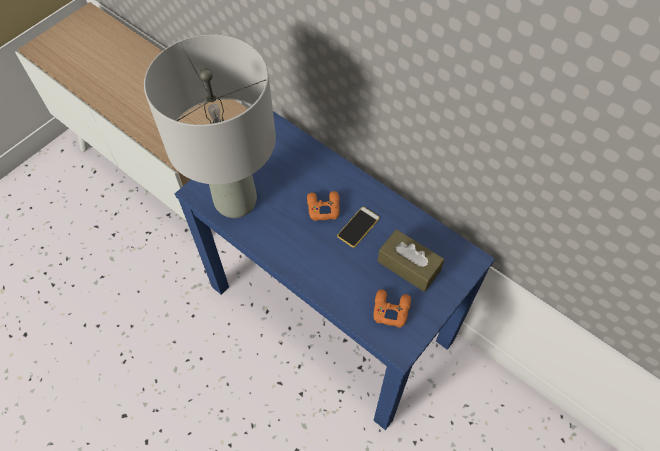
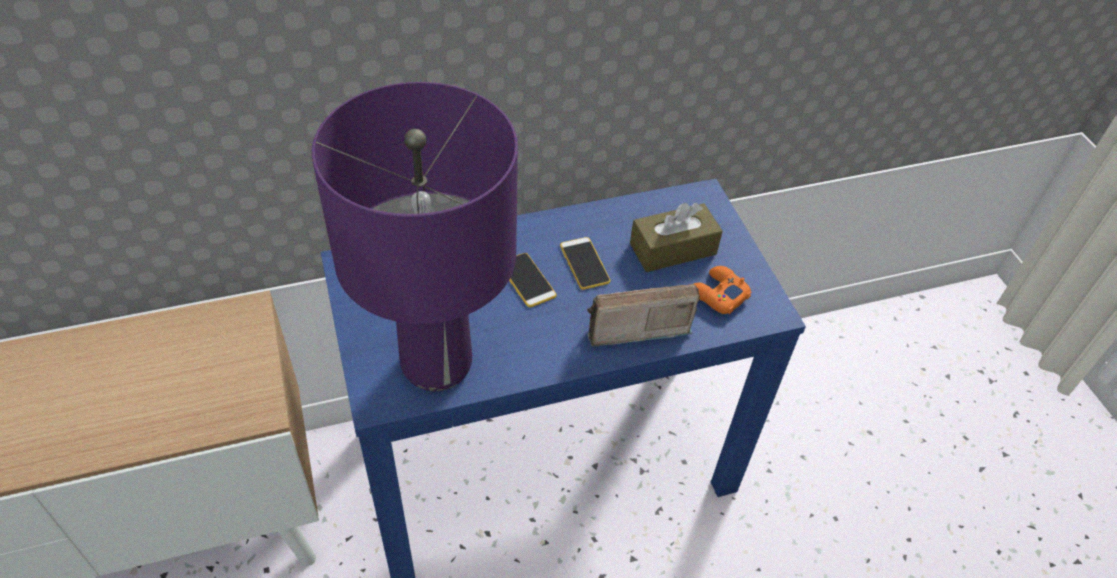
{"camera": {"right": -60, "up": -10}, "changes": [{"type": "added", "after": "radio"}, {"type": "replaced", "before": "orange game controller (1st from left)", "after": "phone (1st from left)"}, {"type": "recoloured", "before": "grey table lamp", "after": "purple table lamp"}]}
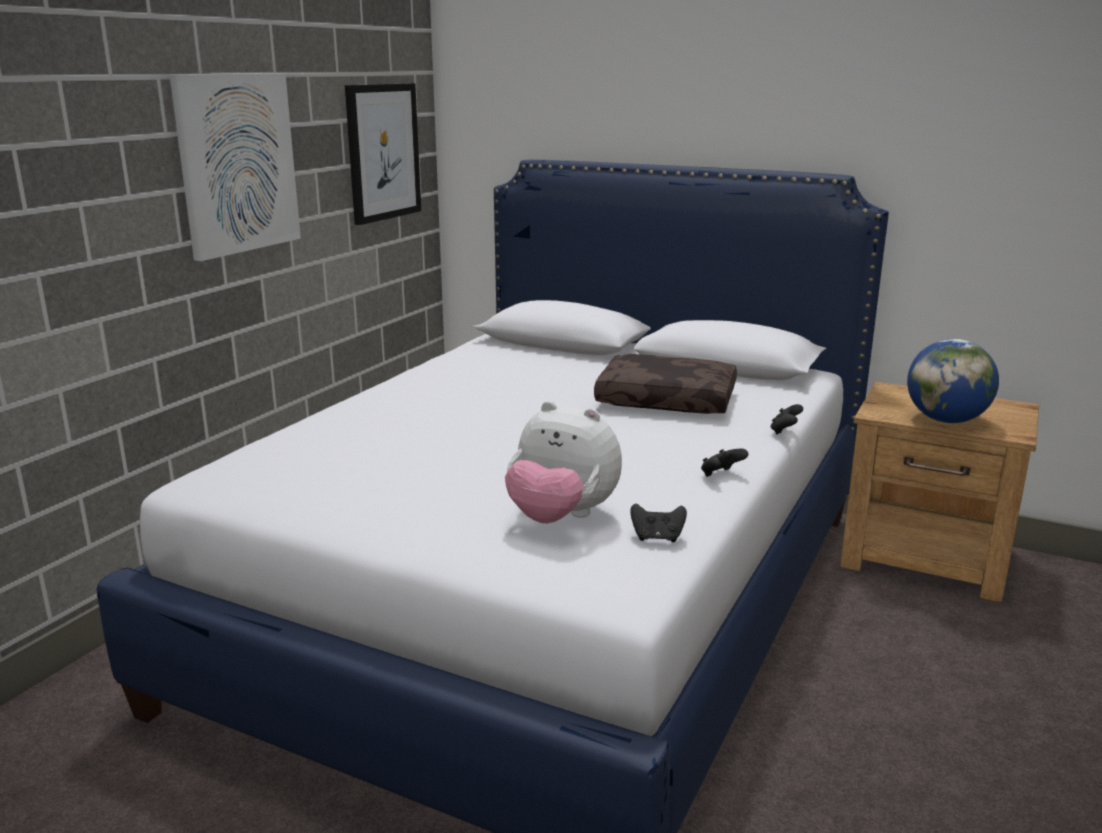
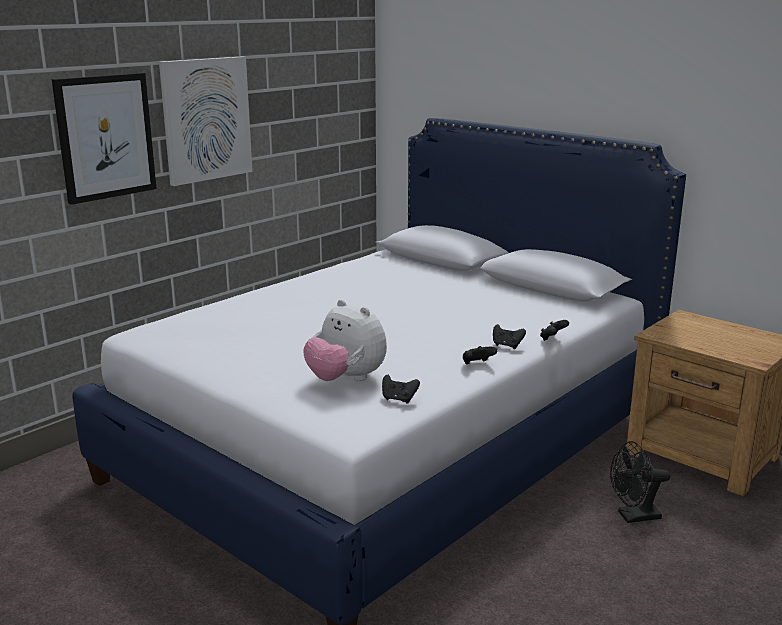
{"camera": {"right": 15, "up": 0}, "changes": [{"type": "removed", "before": "brown pillow"}, {"type": "removed", "before": "globe"}, {"type": "added", "after": "black game controller (3rd from left)"}, {"type": "added", "after": "black fan"}, {"type": "moved", "before": "picture (2nd from left in the first image)", "after": "picture (1st from left)"}]}
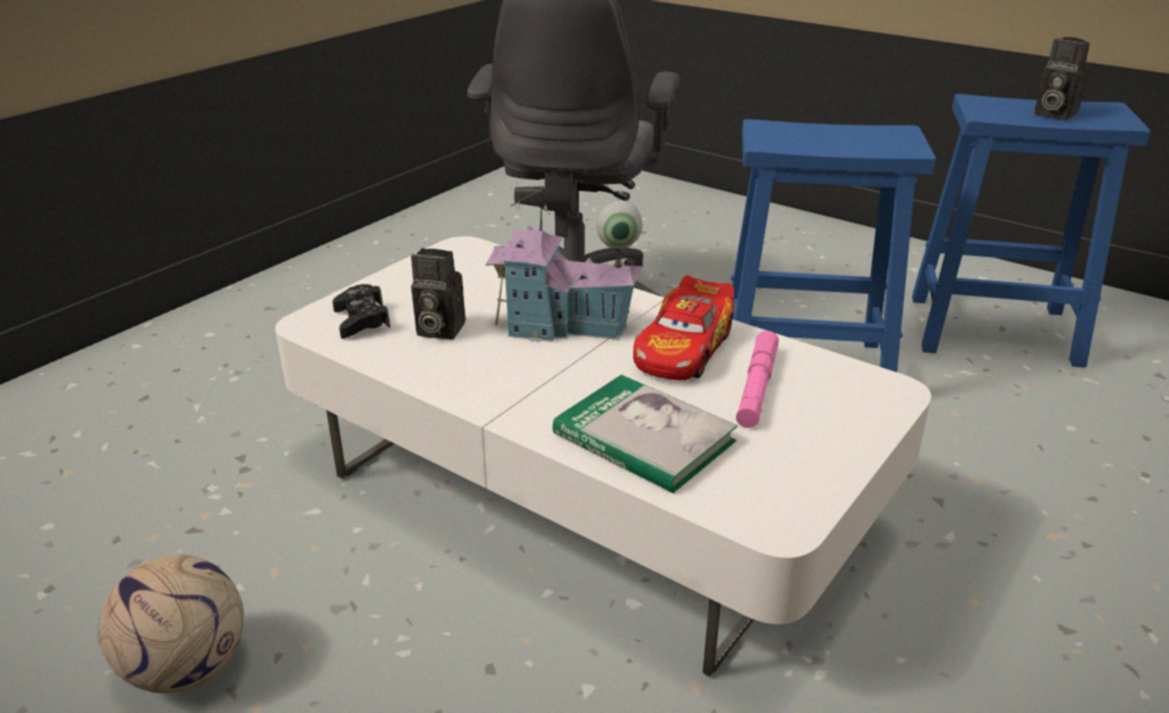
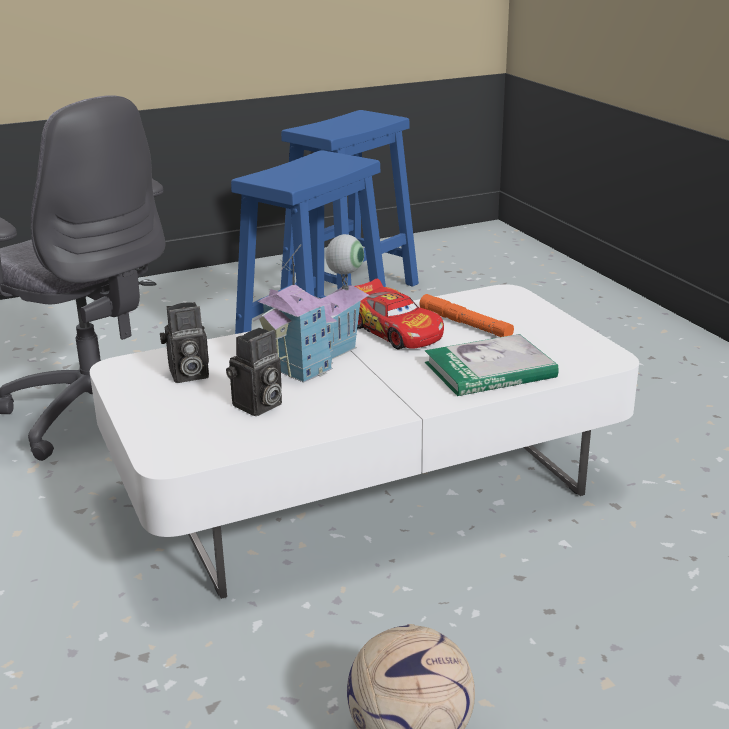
{"camera": {"right": -60, "up": -5}, "changes": [{"type": "removed", "before": "black game controller"}, {"type": "moved", "before": "photo camera (2nd from left in the first image)", "after": "photo camera (1st from left)"}, {"type": "recoloured", "before": "pink flashlight", "after": "orange flashlight"}]}
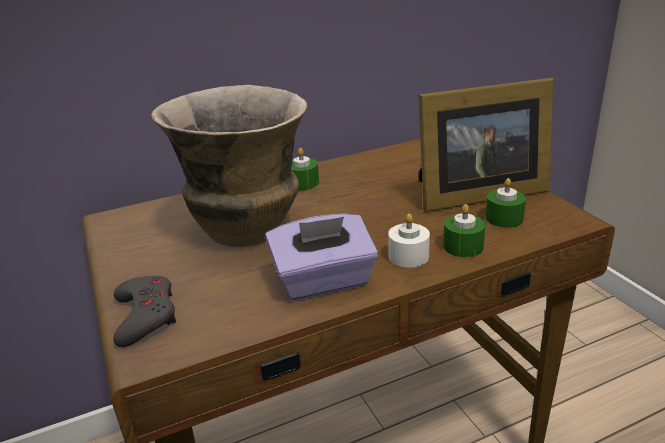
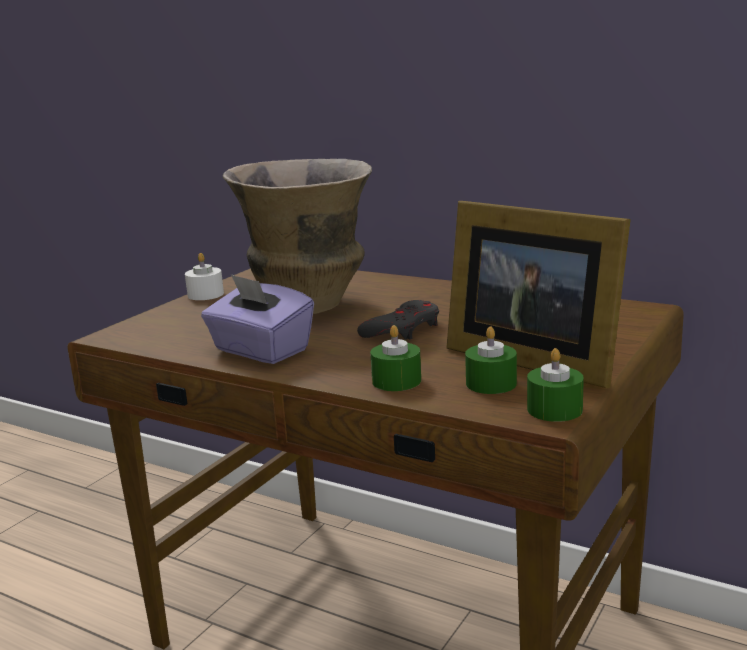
{"camera": {"right": 55, "up": -10}, "changes": [{"type": "moved", "before": "grey game controller"}, {"type": "moved", "before": "green candle (1st from left in the first image)", "after": "green candle (3rd from left)"}, {"type": "moved", "before": "white candle"}]}
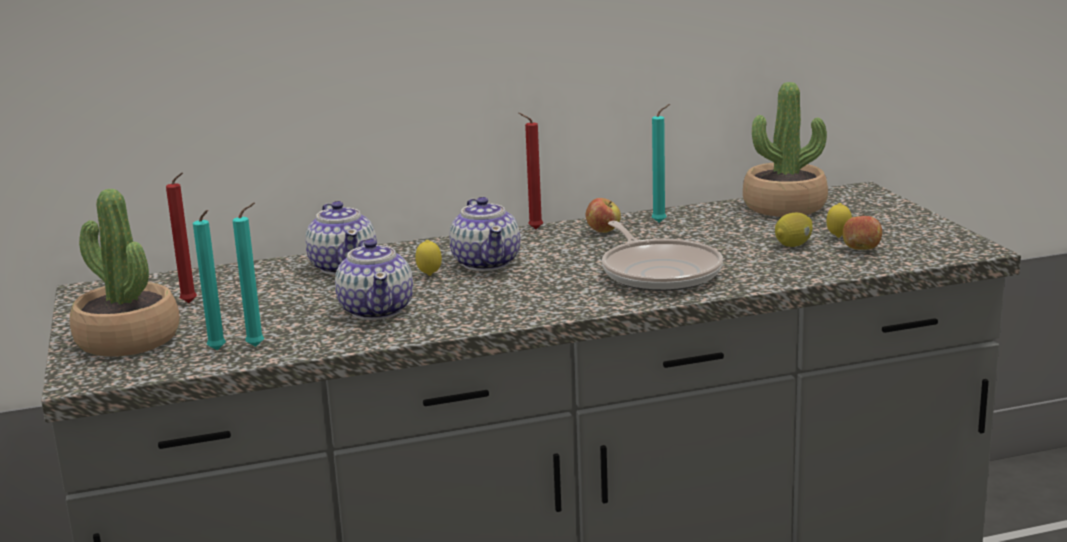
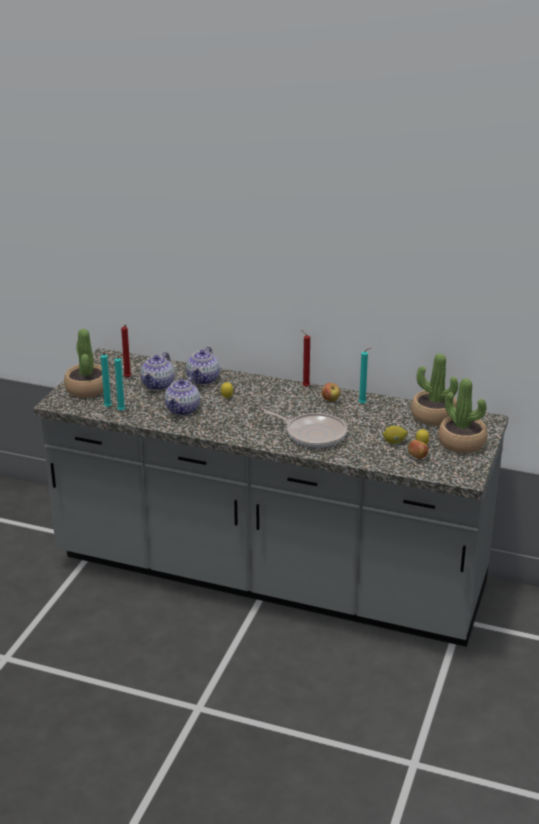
{"camera": {"right": 35, "up": 10}, "changes": [{"type": "added", "after": "potted plant (3rd from left)"}, {"type": "moved", "before": "teapot (3rd from left in the first image)", "after": "teapot (1st from left)"}, {"type": "turned", "before": "frying pan", "turn": -75}]}
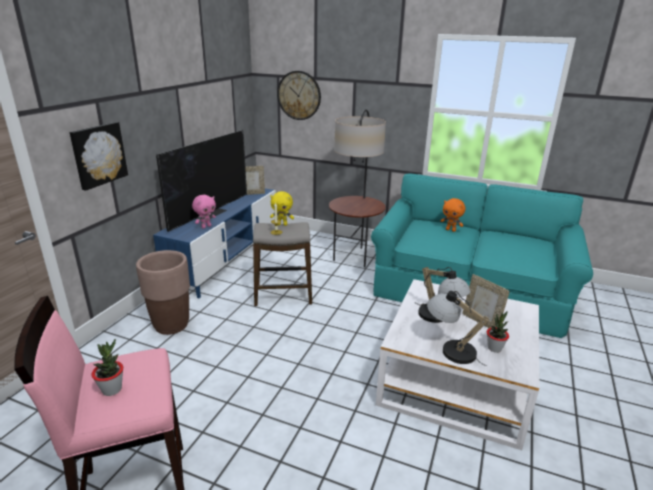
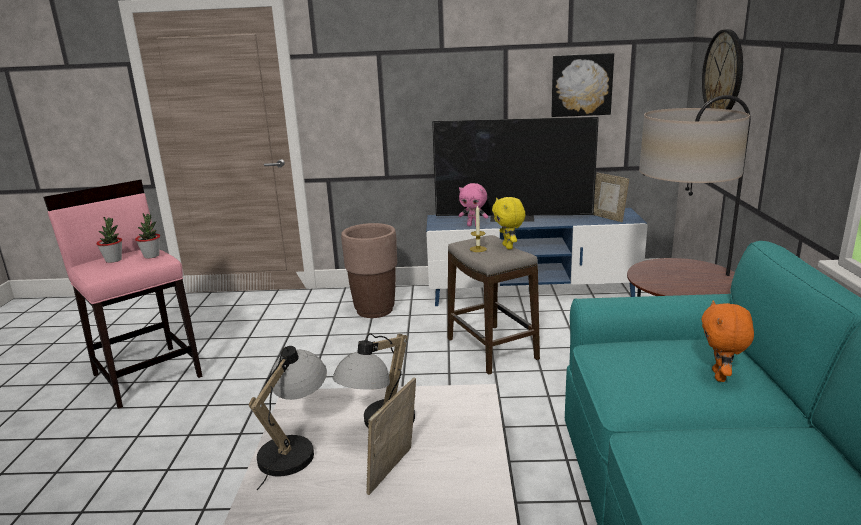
{"camera": {"right": 70, "up": -5}, "changes": [{"type": "moved", "before": "picture"}, {"type": "moved", "before": "potted plant (2nd from left)"}]}
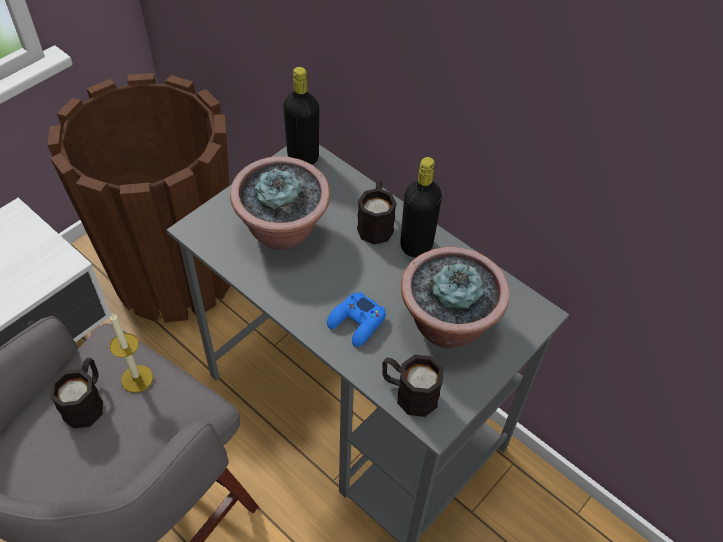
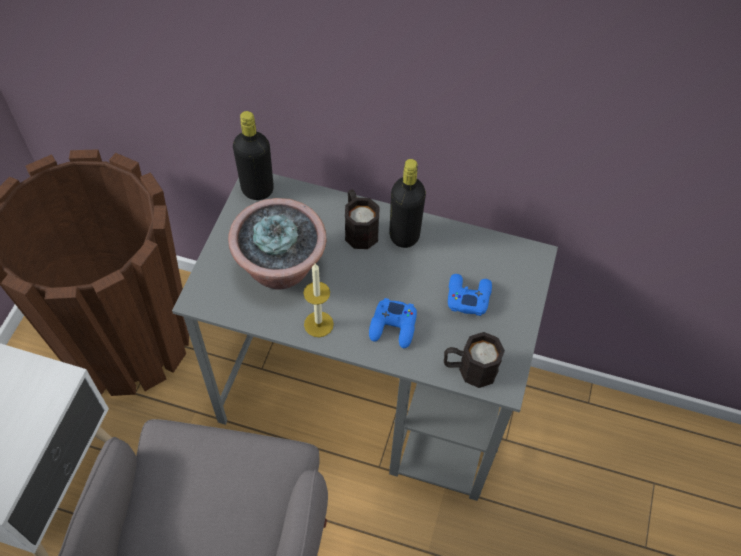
{"camera": {"right": -25, "up": 5}, "changes": [{"type": "removed", "before": "black mug (1st from left)"}, {"type": "moved", "before": "candle"}, {"type": "replaced", "before": "potted plant (2nd from left)", "after": "blue game controller (2nd from left)"}]}
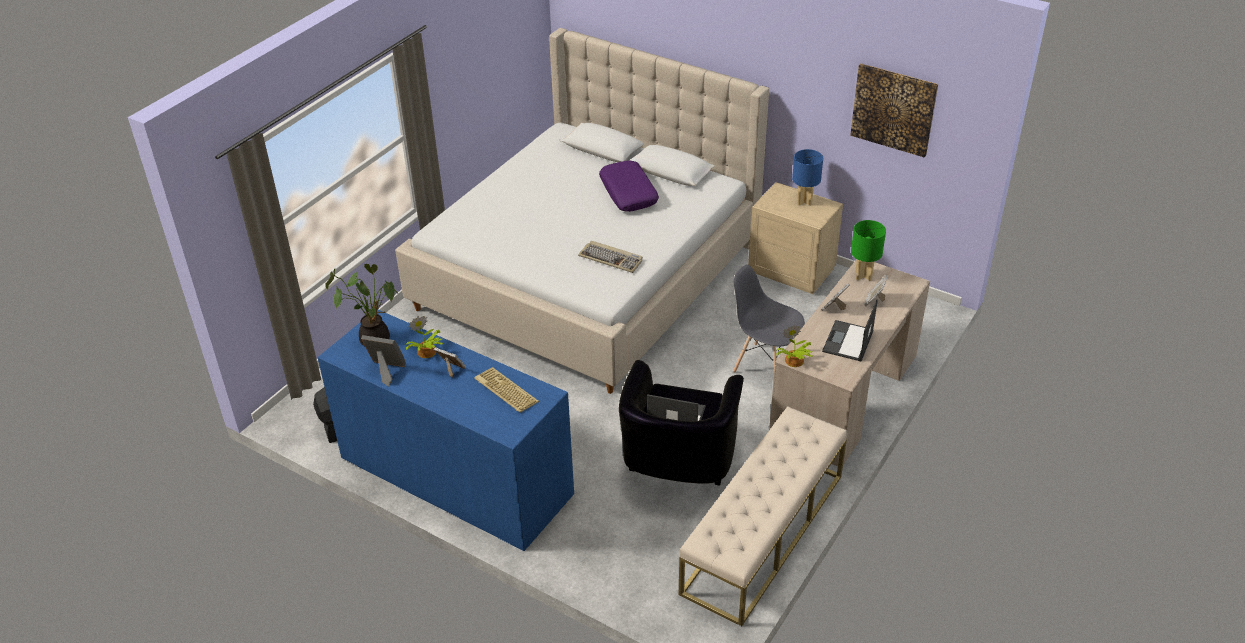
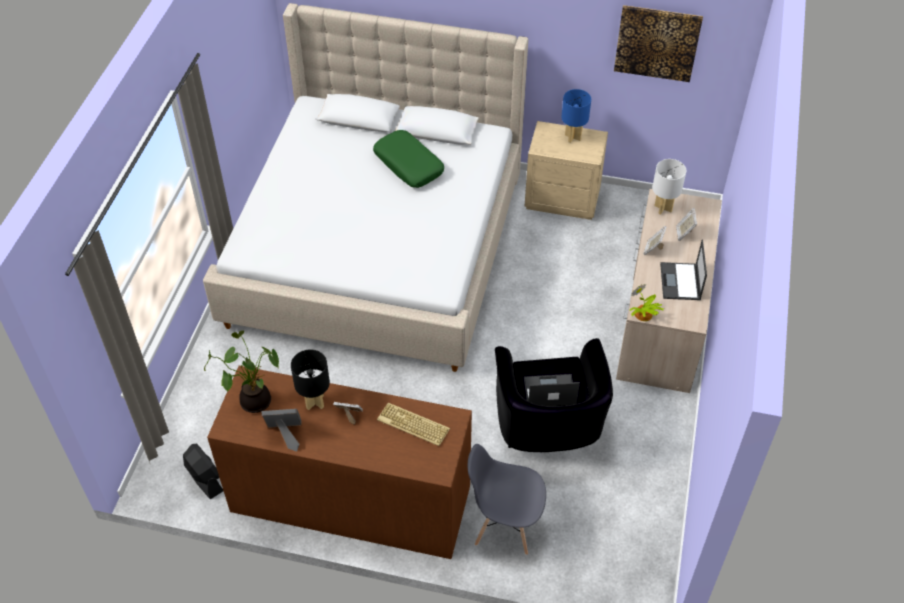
{"camera": {"right": -20, "up": 10}, "changes": [{"type": "removed", "before": "keyboard (2nd from left)"}, {"type": "removed", "before": "beige bench"}, {"type": "moved", "before": "grey chair"}, {"type": "replaced", "before": "potted plant (2nd from left)", "after": "black table lamp"}, {"type": "recoloured", "before": "blue dresser", "after": "brown dresser"}, {"type": "recoloured", "before": "purple pillow", "after": "green pillow"}, {"type": "recoloured", "before": "green table lamp", "after": "white table lamp"}]}
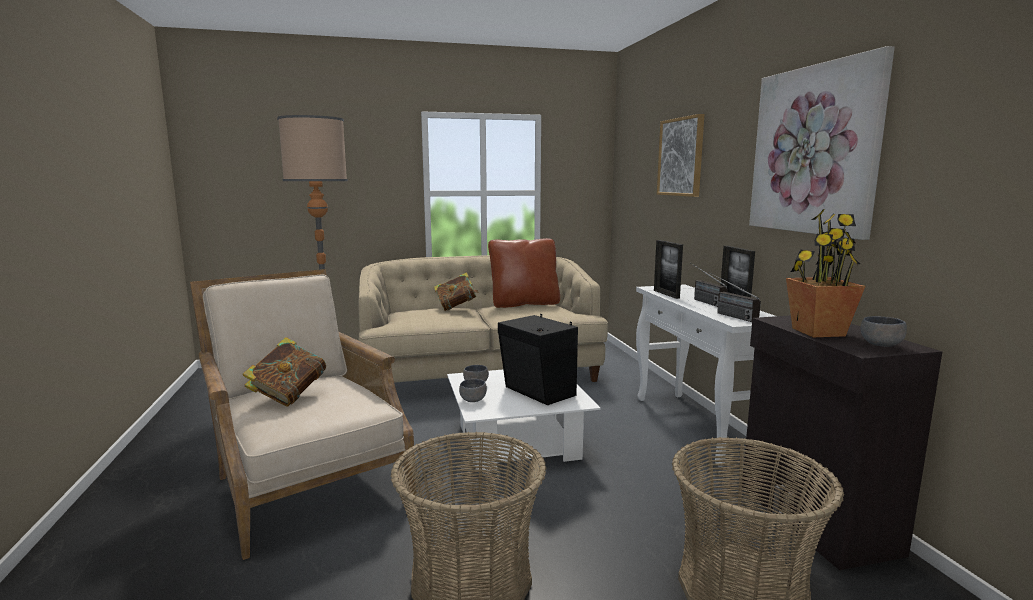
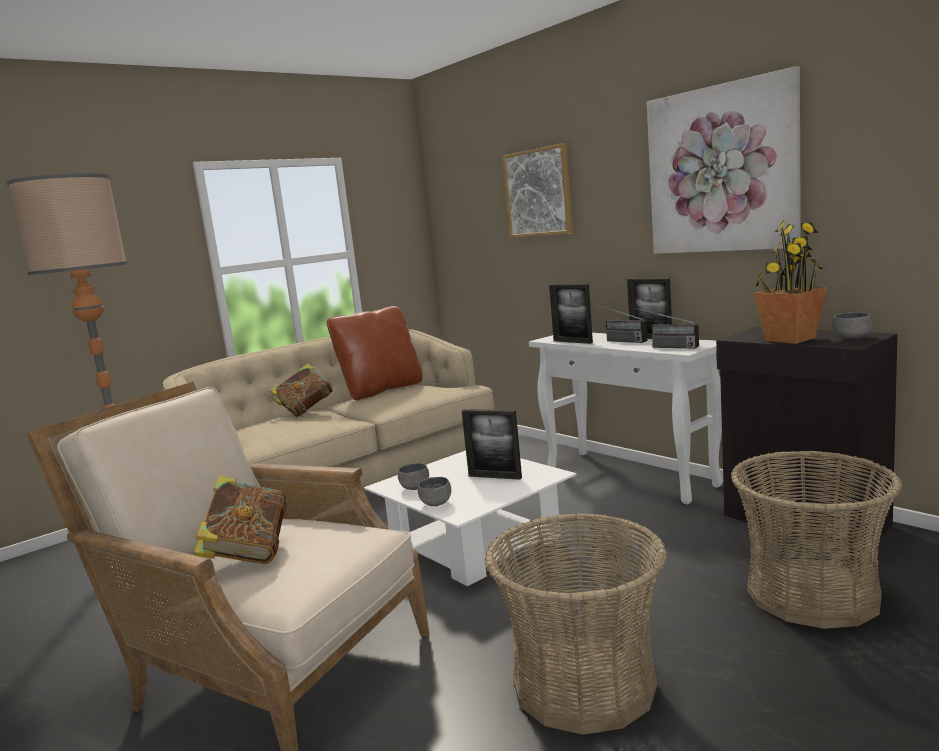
{"camera": {"right": -25, "up": 0}, "changes": [{"type": "replaced", "before": "black speaker", "after": "picture frame (1st from left)"}]}
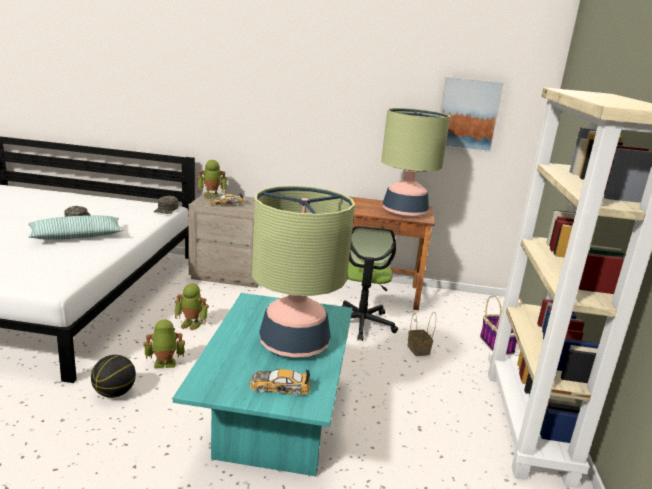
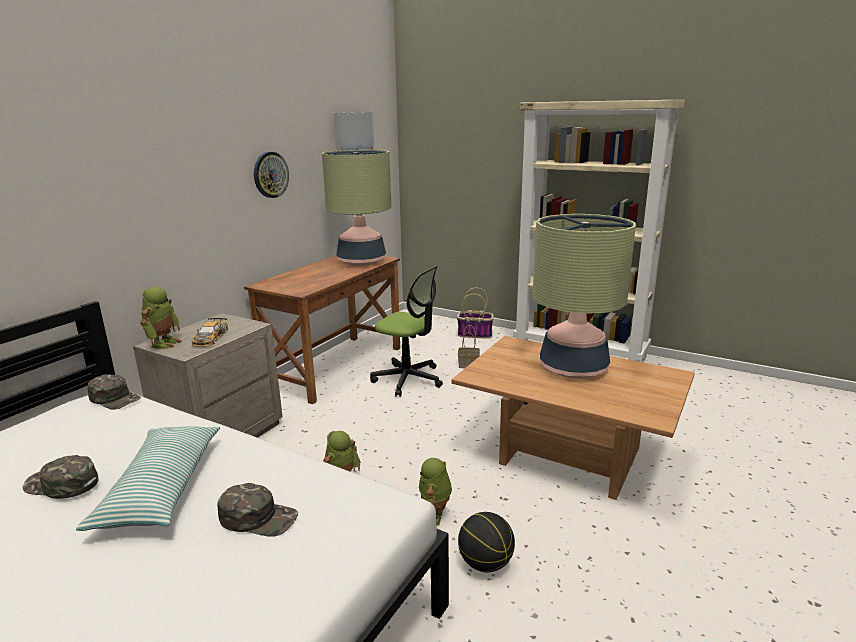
{"camera": {"right": -65, "up": 0}, "changes": [{"type": "removed", "before": "toy car (2nd from left)"}, {"type": "added", "after": "green cap (3rd from left)"}, {"type": "added", "after": "wall clock"}, {"type": "recoloured", "before": "turquoise coffee table", "after": "brown coffee table"}]}
